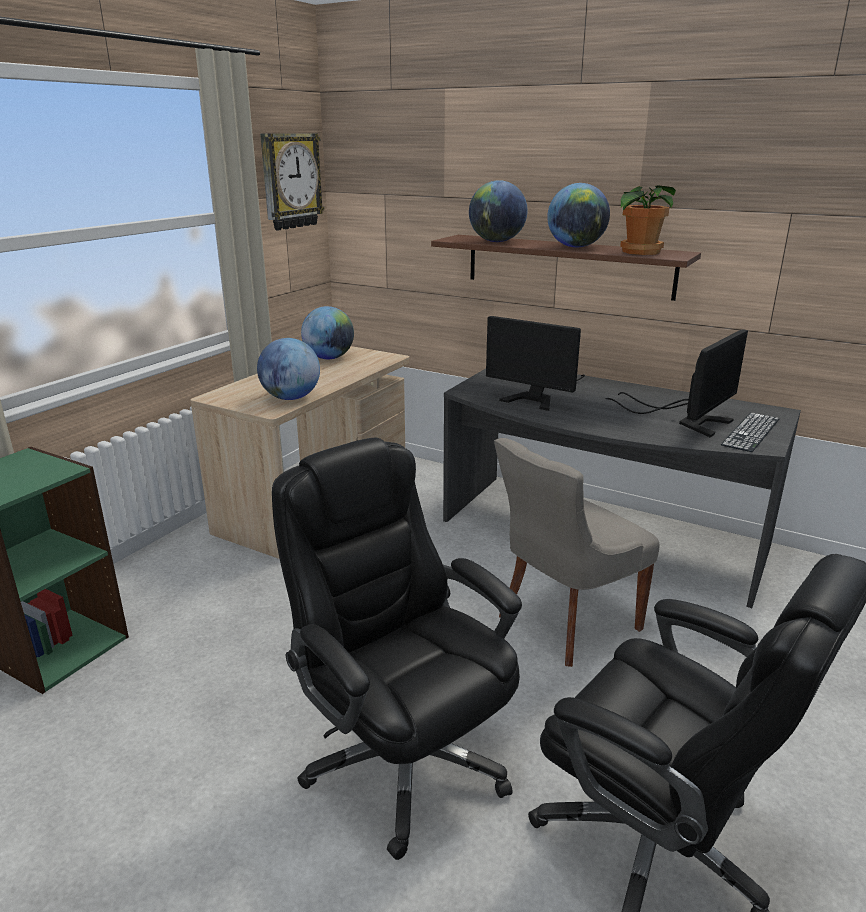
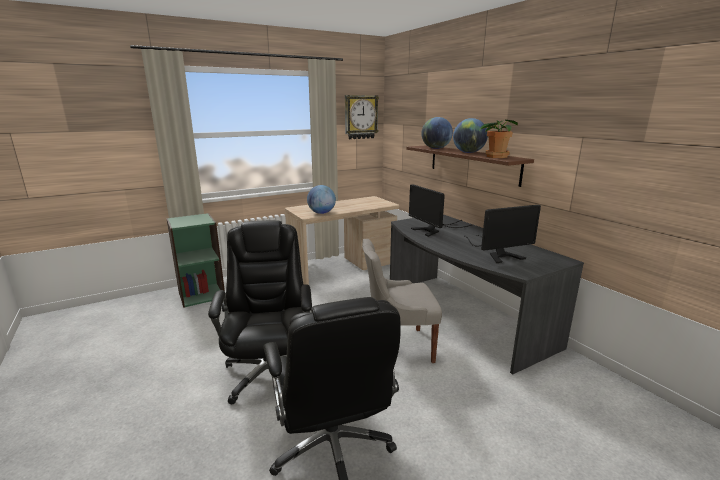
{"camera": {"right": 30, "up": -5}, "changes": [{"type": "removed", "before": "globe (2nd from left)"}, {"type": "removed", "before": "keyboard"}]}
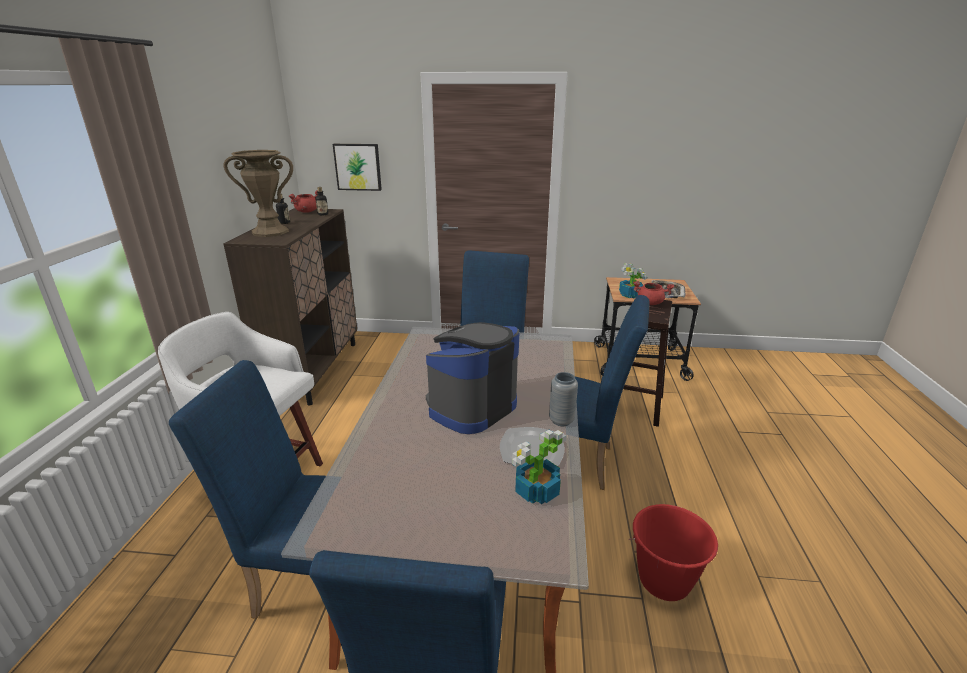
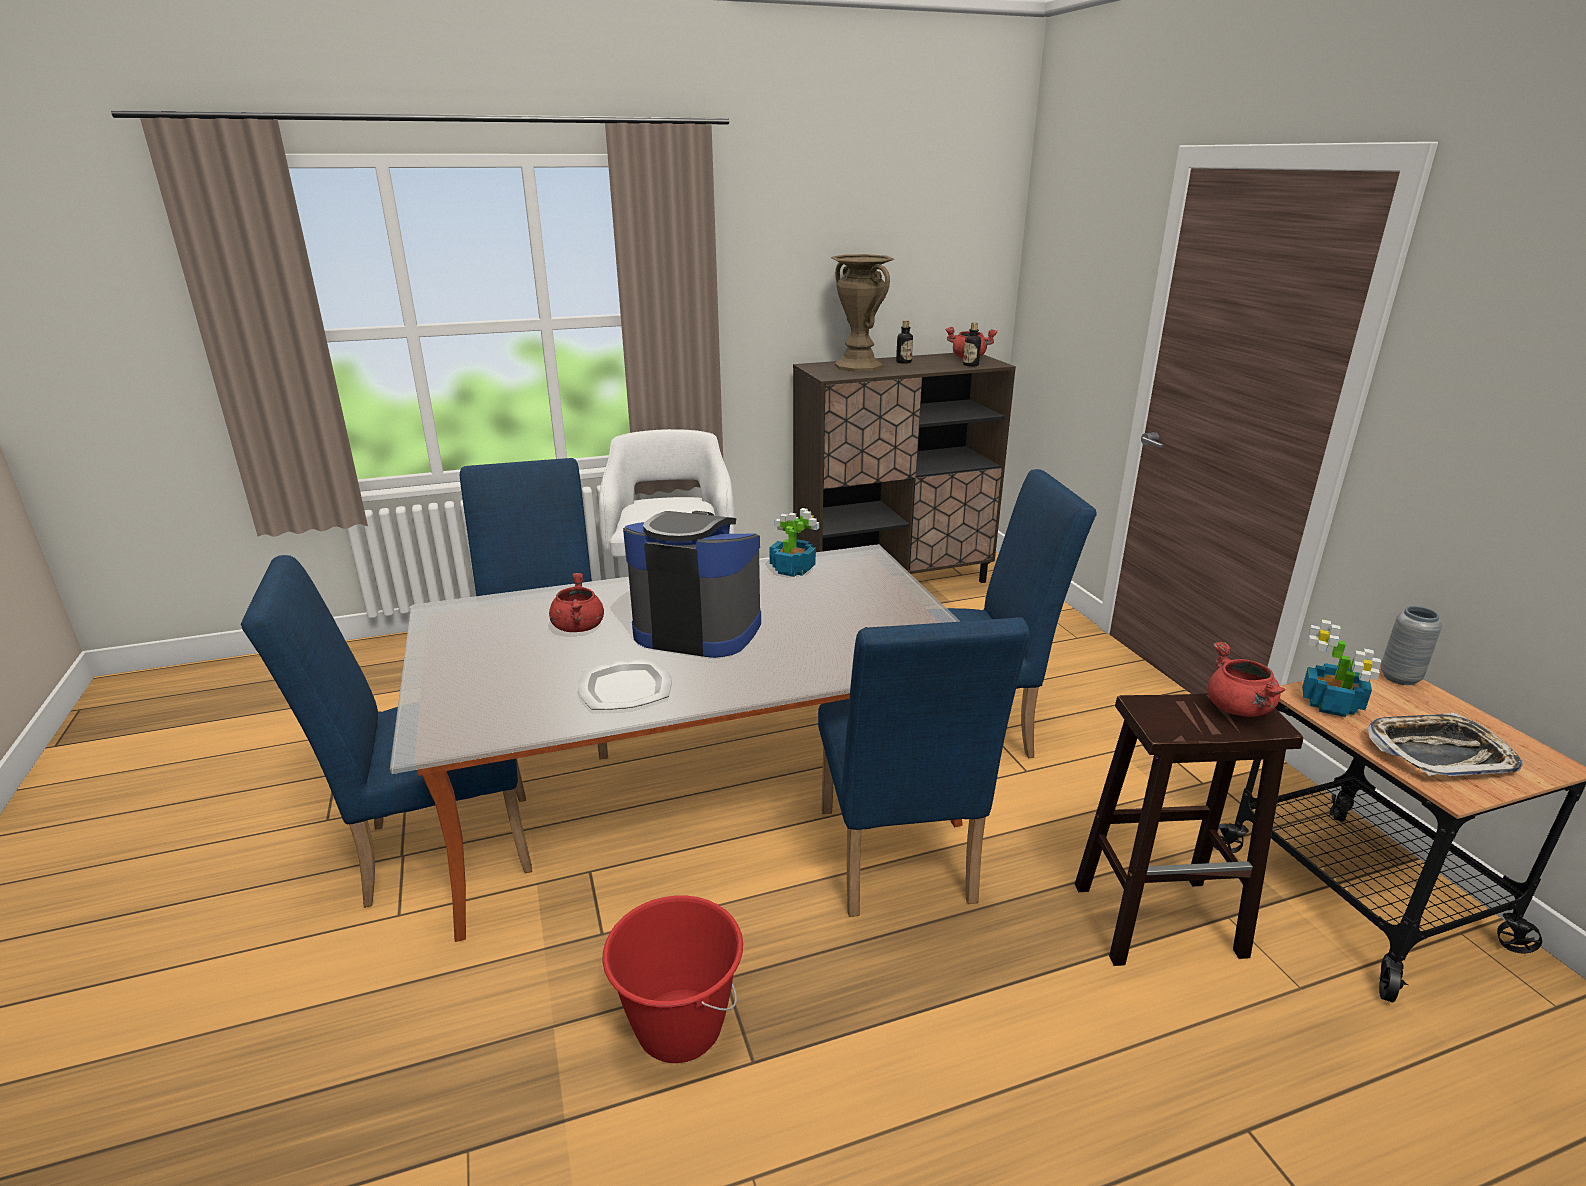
{"camera": {"right": 65, "up": 0}, "changes": [{"type": "removed", "before": "picture"}, {"type": "added", "after": "red cooking pot (1st from left)"}, {"type": "moved", "before": "potted plant (1st from left)"}, {"type": "moved", "before": "grey vase"}]}
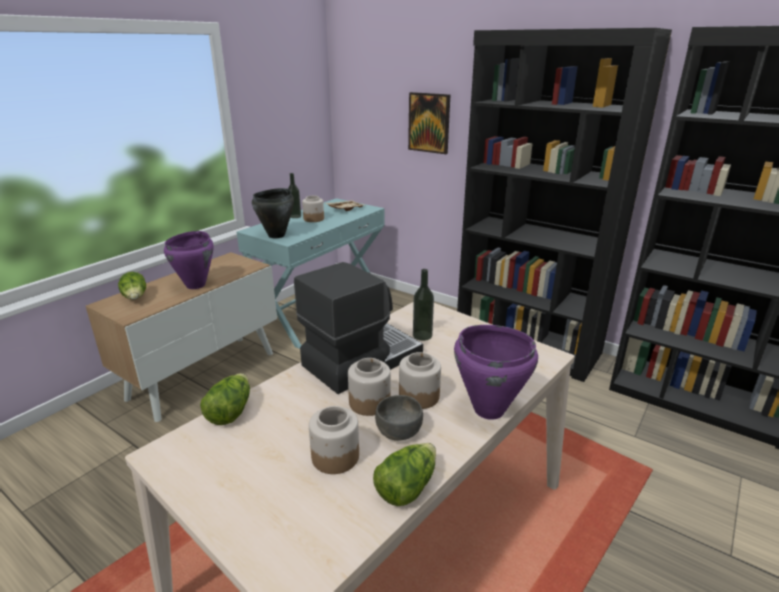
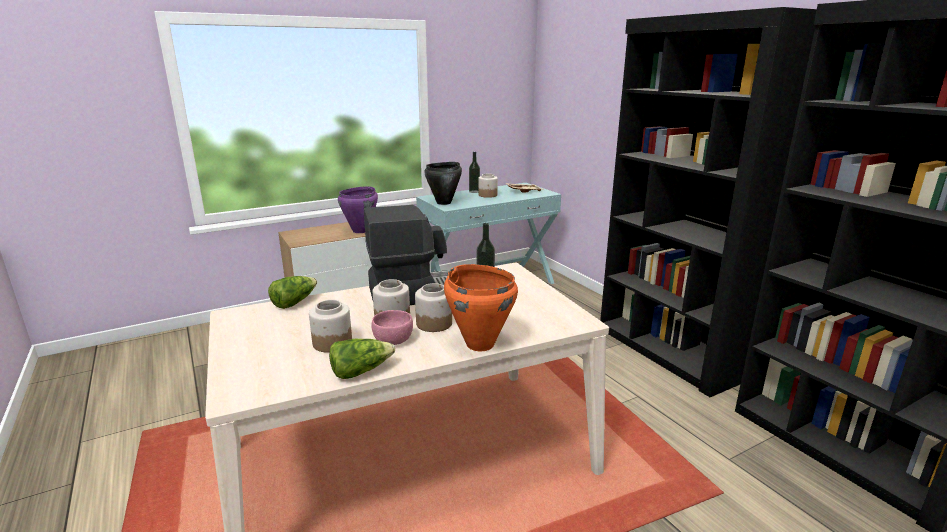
{"camera": {"right": 25, "up": -5}, "changes": [{"type": "removed", "before": "lettuce (1st from left)"}, {"type": "removed", "before": "picture"}, {"type": "recoloured", "before": "grey bowl", "after": "pink bowl"}, {"type": "recoloured", "before": "purple cooking pot (2nd from left)", "after": "orange cooking pot"}]}
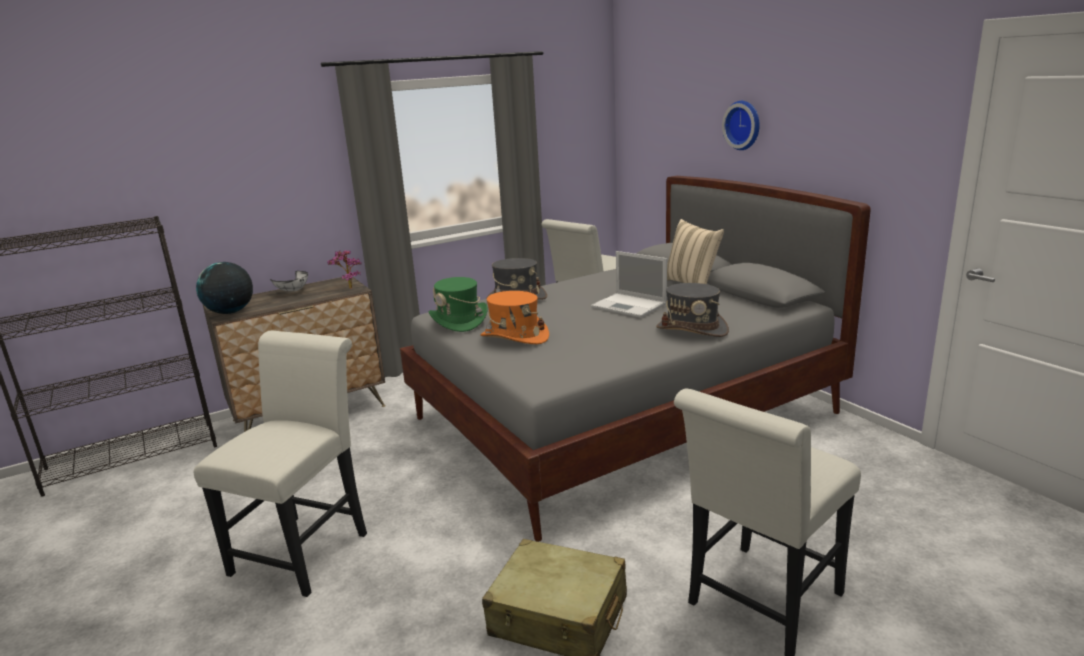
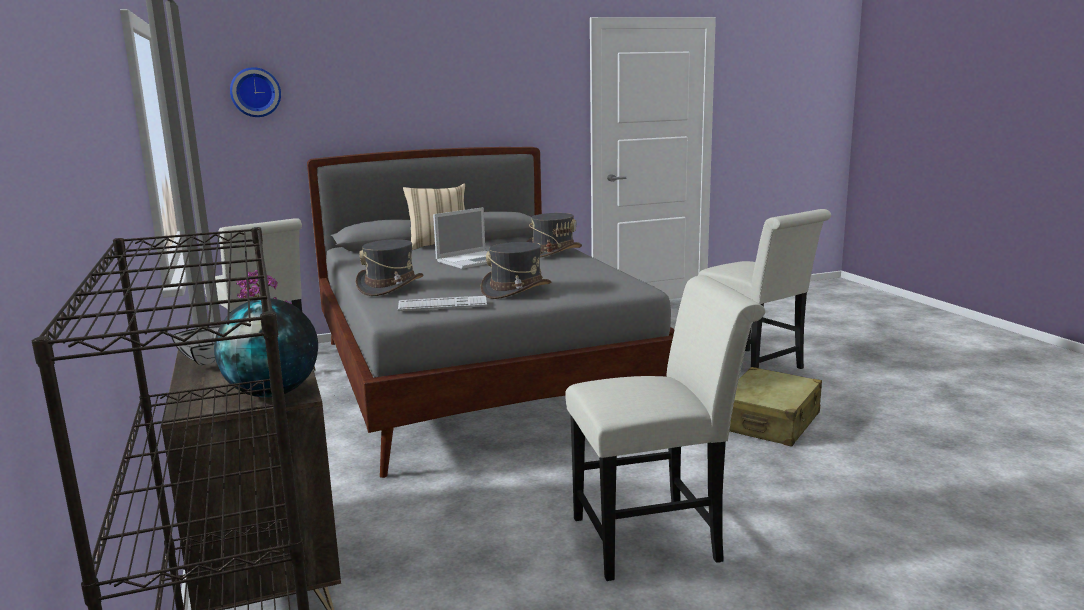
{"camera": {"right": -80, "up": -5}, "changes": [{"type": "moved", "before": "wall clock"}, {"type": "replaced", "before": "green hat", "after": "keyboard"}, {"type": "recoloured", "before": "orange hat", "after": "grey hat (2nd from left)"}, {"type": "turned", "before": "white chair (1st from left in the first image)", "turn": 135}]}
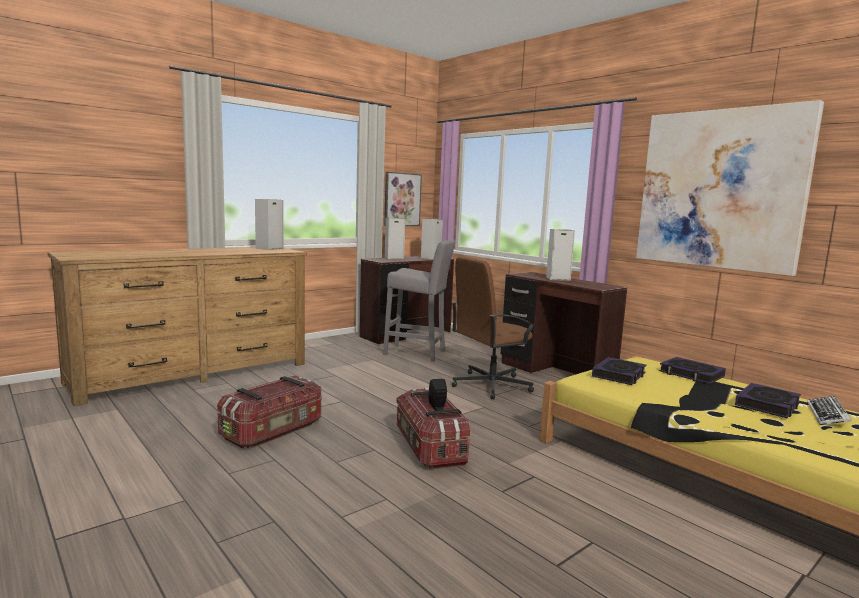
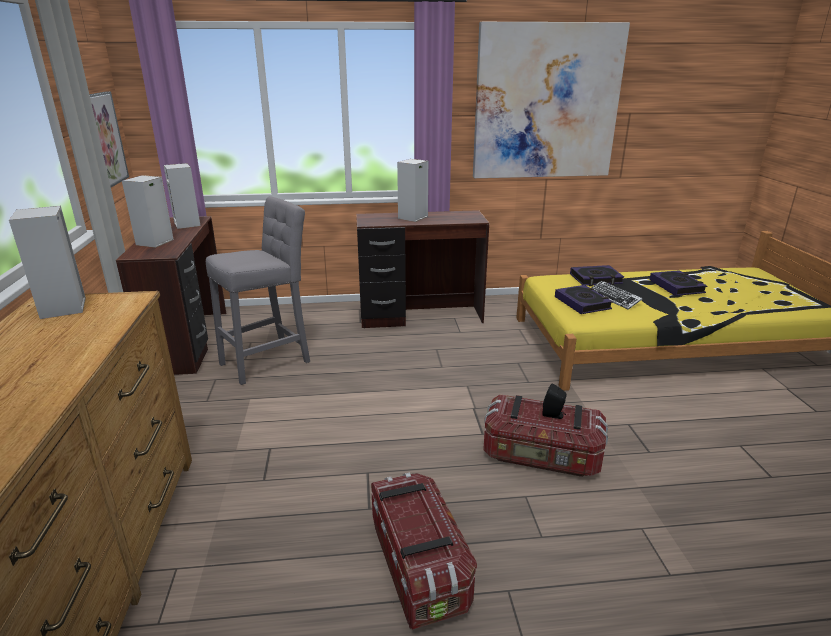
{"camera": {"right": -55, "up": 15}, "changes": [{"type": "removed", "before": "brown office chair"}, {"type": "moved", "before": "keyboard"}]}
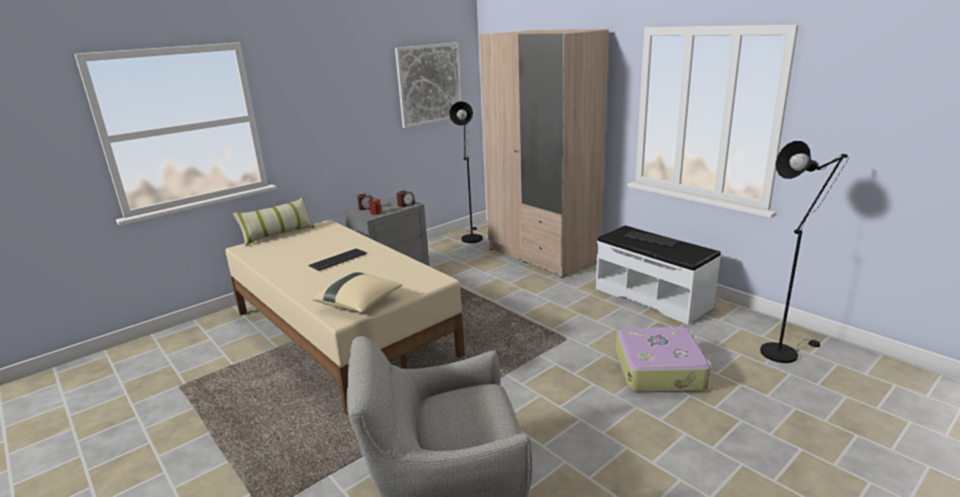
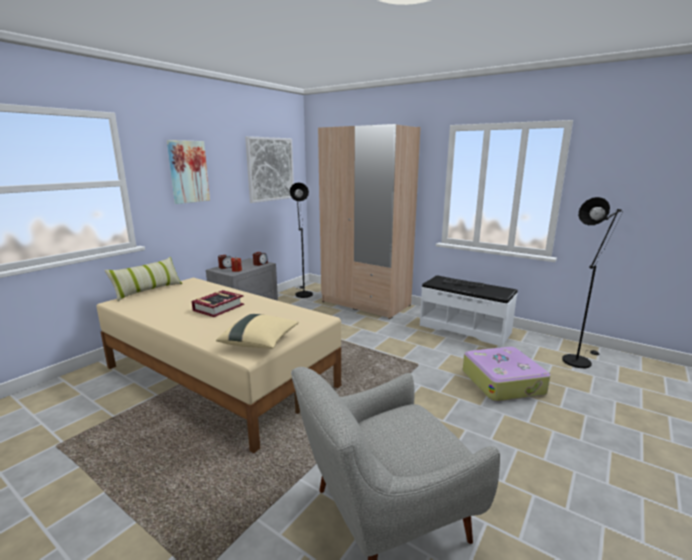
{"camera": {"right": -15, "up": -5}, "changes": [{"type": "added", "after": "picture (1st from left)"}, {"type": "replaced", "before": "keyboard (1st from left)", "after": "book"}]}
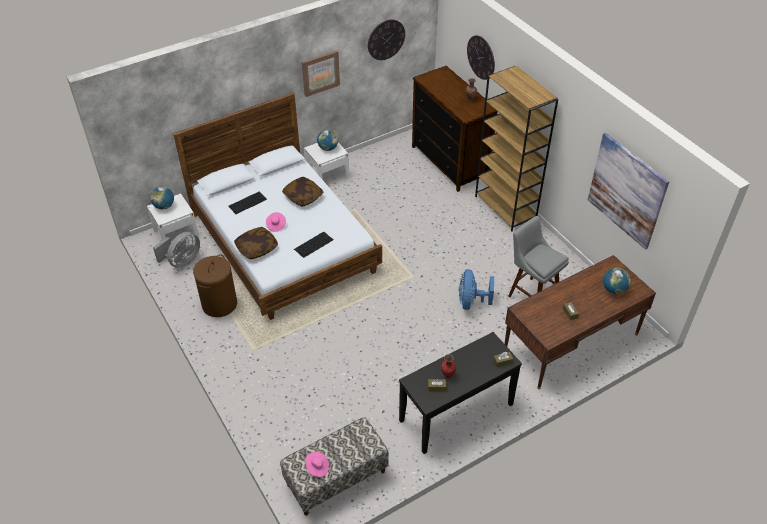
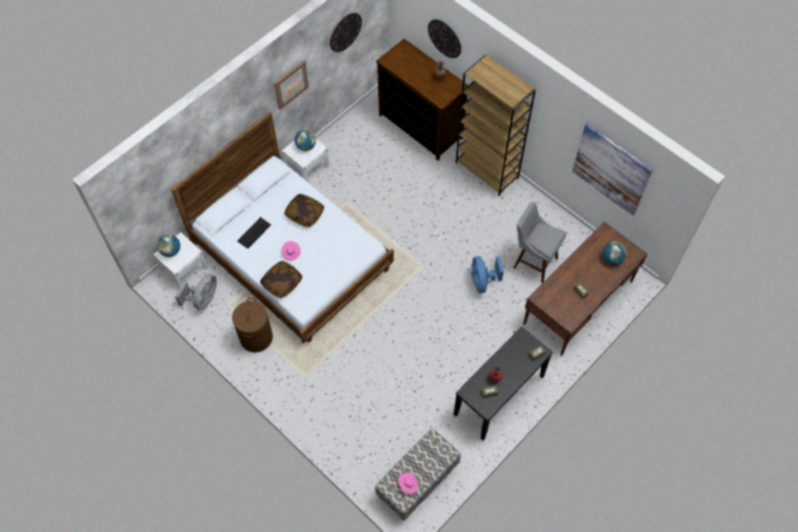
{"camera": {"right": -15, "up": 15}, "changes": [{"type": "removed", "before": "keyboard (2nd from left)"}]}
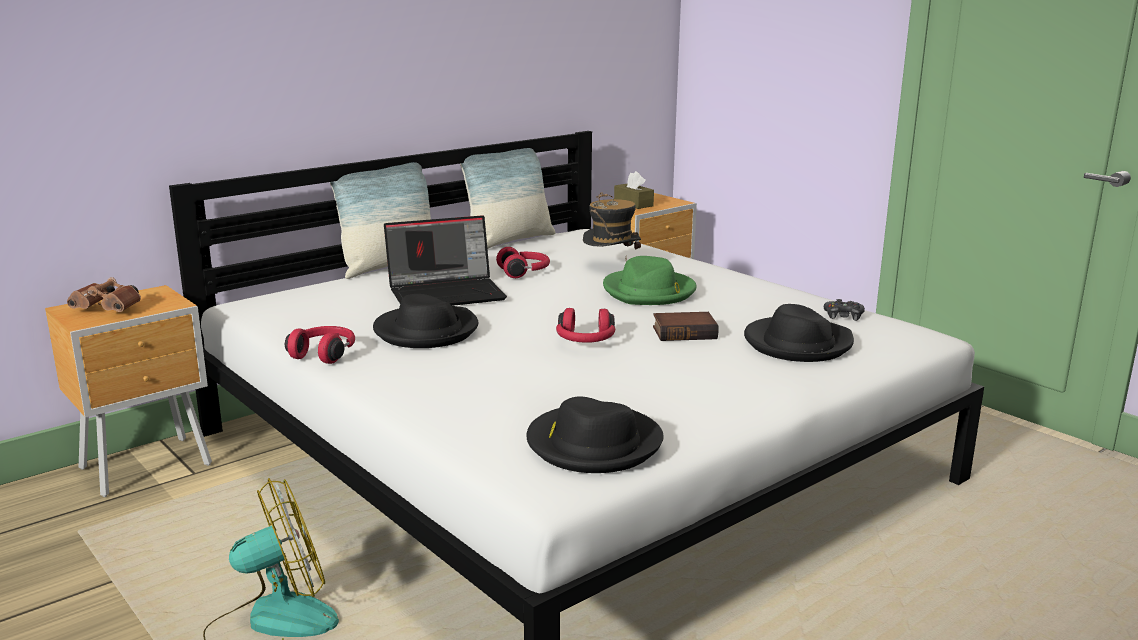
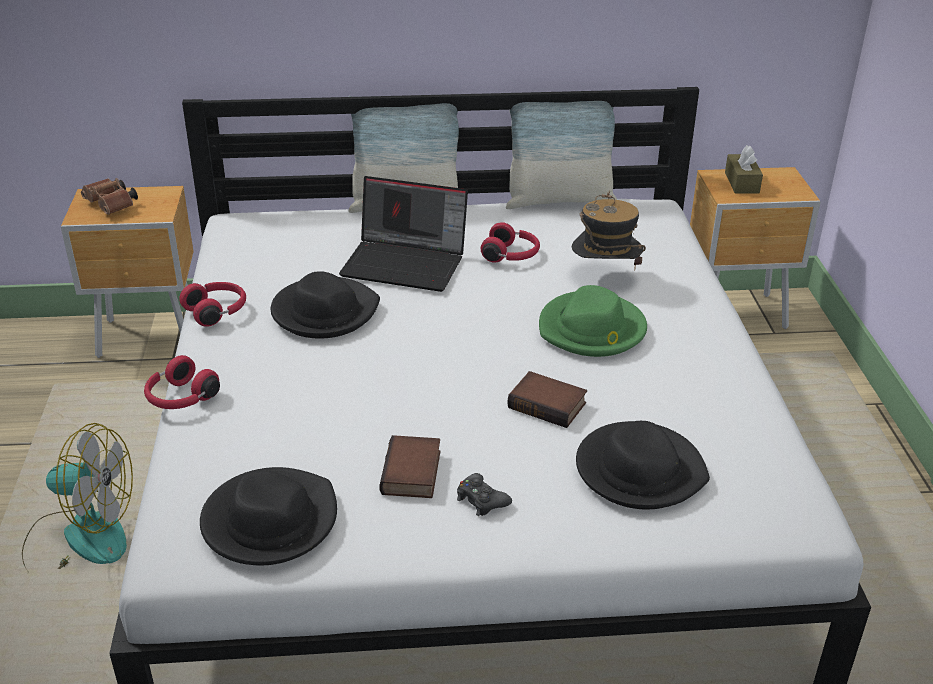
{"camera": {"right": 35, "up": 15}, "changes": [{"type": "added", "after": "book (1st from left)"}, {"type": "moved", "before": "red headphones (3rd from left in the first image)", "after": "red headphones (1st from left)"}, {"type": "moved", "before": "black game controller"}]}
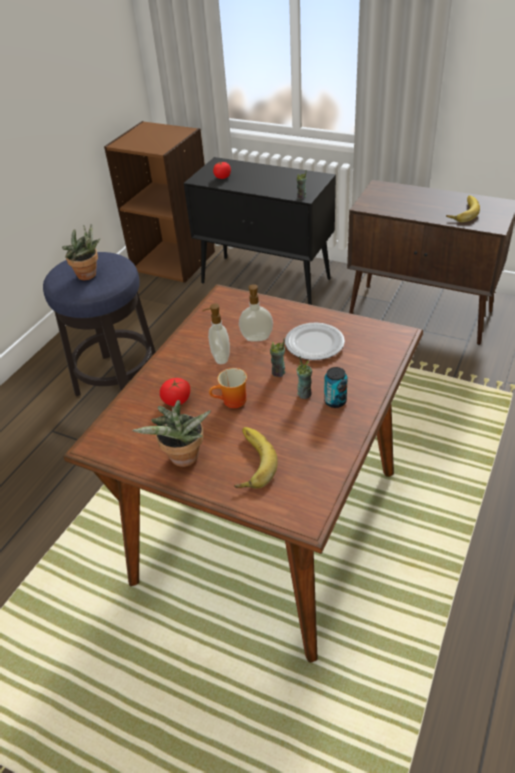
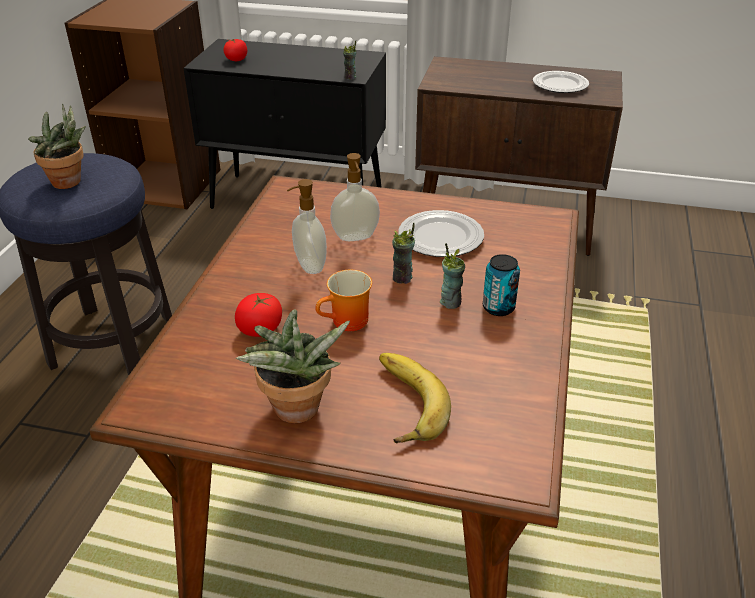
{"camera": {"right": -15, "up": -5}, "changes": [{"type": "replaced", "before": "banana (2nd from left)", "after": "plate (2nd from left)"}]}
